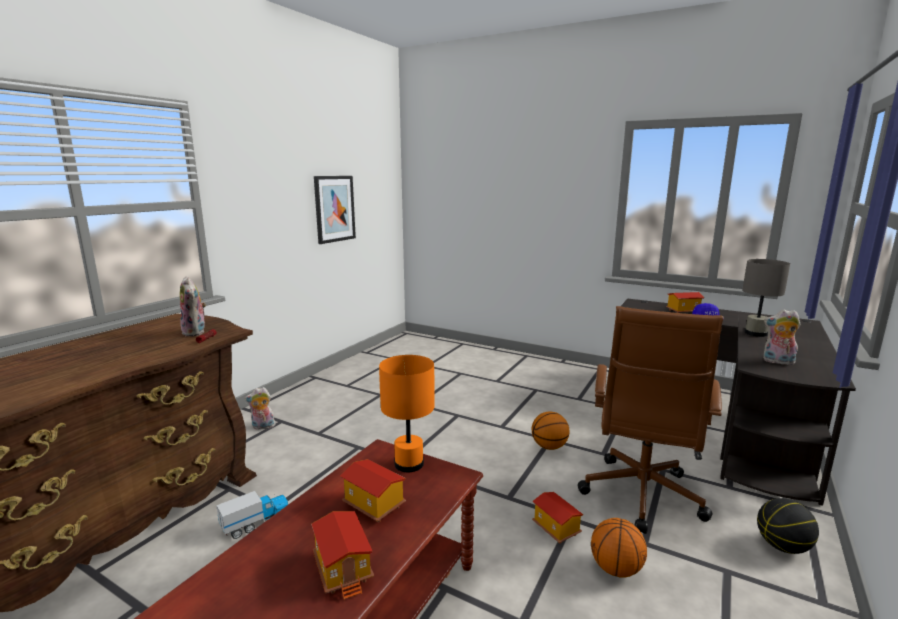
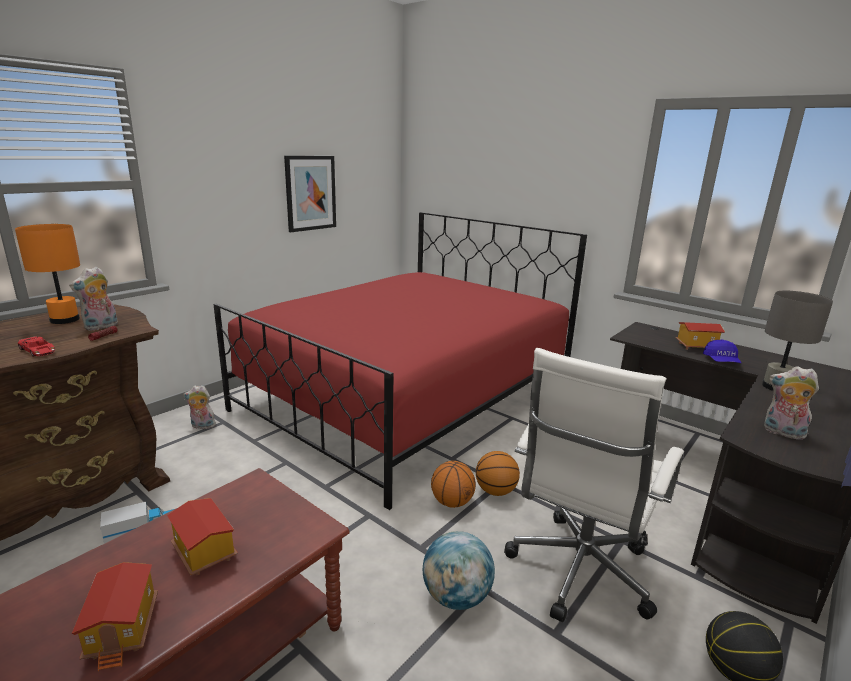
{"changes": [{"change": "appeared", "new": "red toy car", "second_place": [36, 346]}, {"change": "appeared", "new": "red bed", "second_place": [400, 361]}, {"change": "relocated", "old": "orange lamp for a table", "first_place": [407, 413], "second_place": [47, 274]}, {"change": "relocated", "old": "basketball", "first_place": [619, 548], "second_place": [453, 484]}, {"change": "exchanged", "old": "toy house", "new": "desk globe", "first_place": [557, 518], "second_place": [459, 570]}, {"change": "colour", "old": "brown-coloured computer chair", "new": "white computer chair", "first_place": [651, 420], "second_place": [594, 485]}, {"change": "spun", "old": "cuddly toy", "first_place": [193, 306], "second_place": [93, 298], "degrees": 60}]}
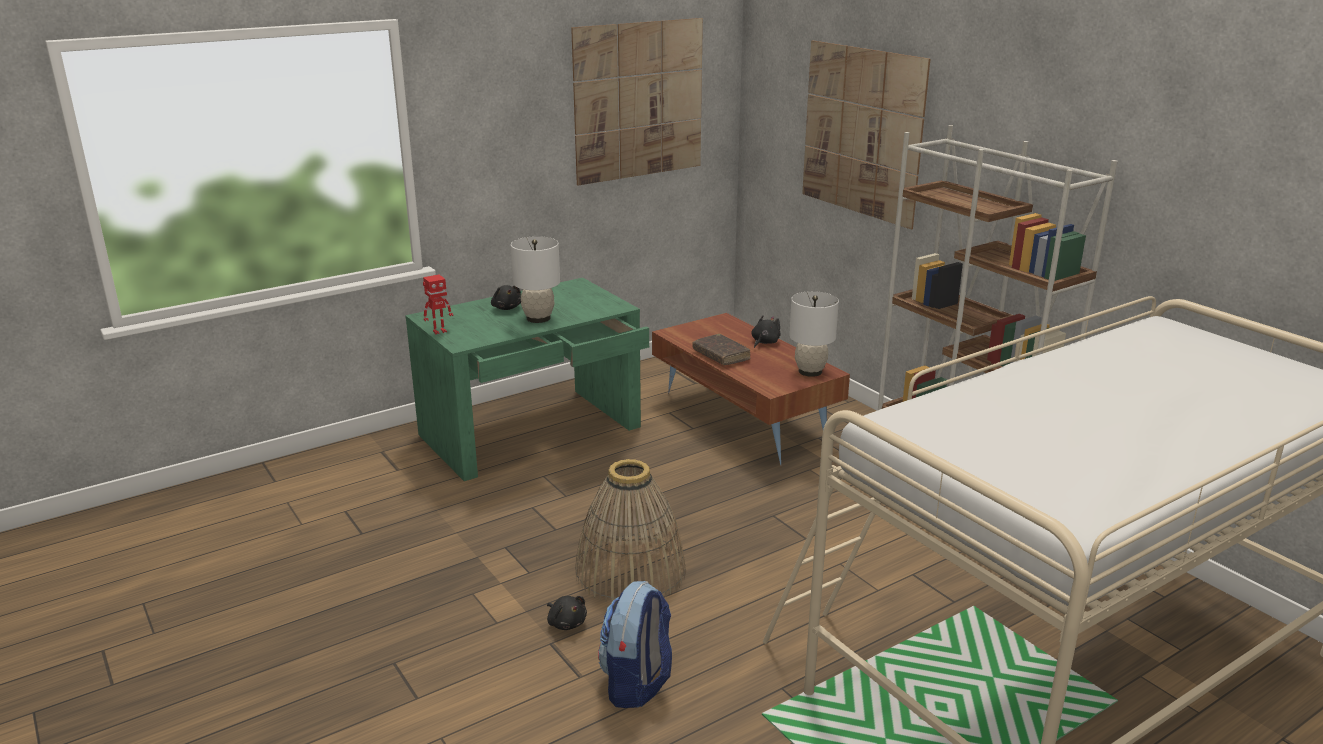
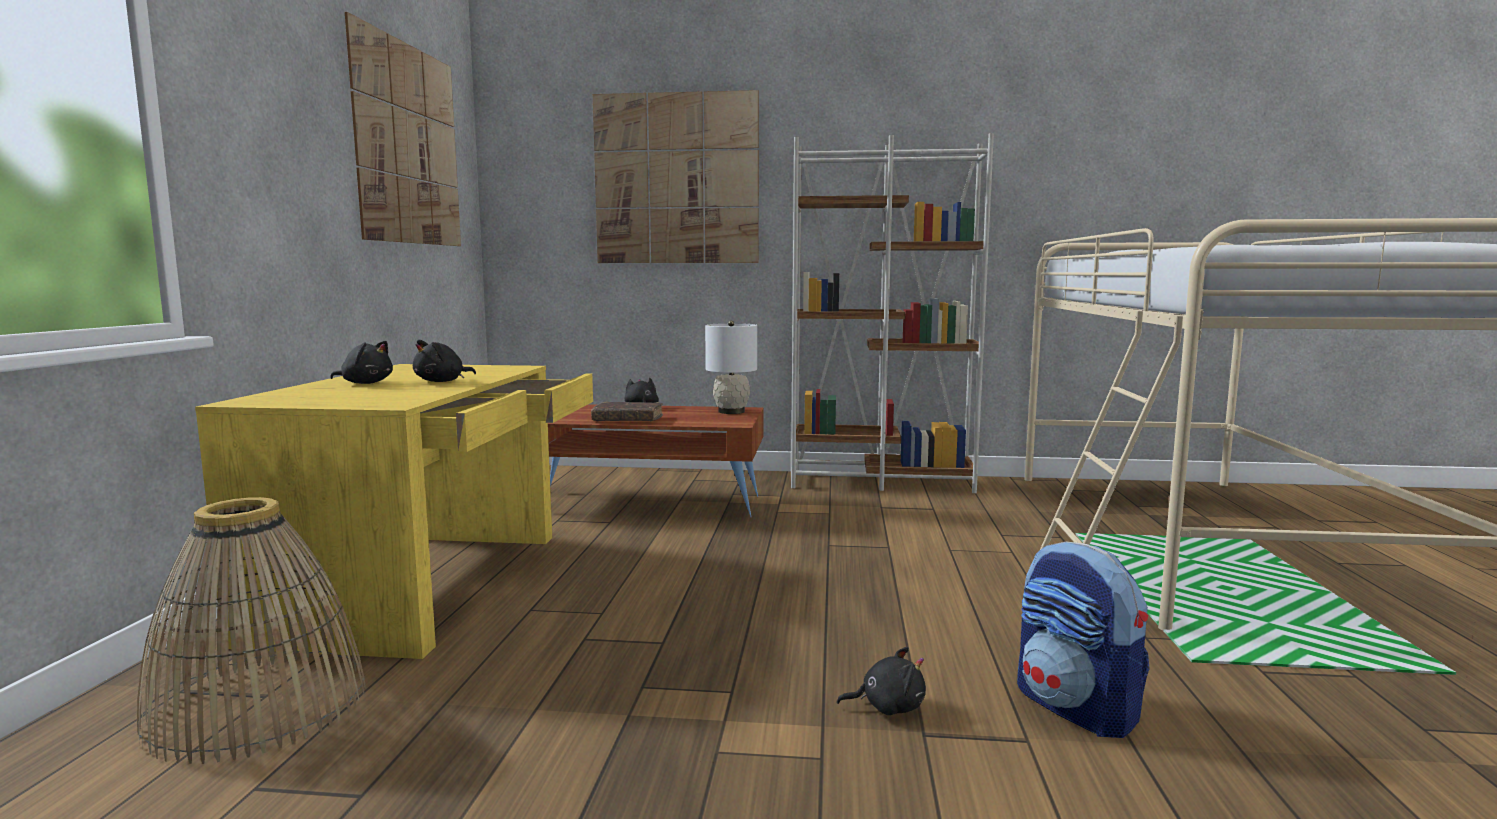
{"changes": [{"change": "missing", "old": "model robot", "first_place": [438, 304]}, {"change": "relocated", "old": "household basket", "first_place": [630, 530], "second_place": [251, 630]}, {"change": "exchanged", "old": "white lamp for a table", "new": "black cuddly toy", "first_place": [535, 279], "second_place": [444, 361]}, {"change": "colour", "old": "green desk table", "new": "yellow-coloured desk table", "first_place": [527, 379], "second_place": [394, 511]}]}
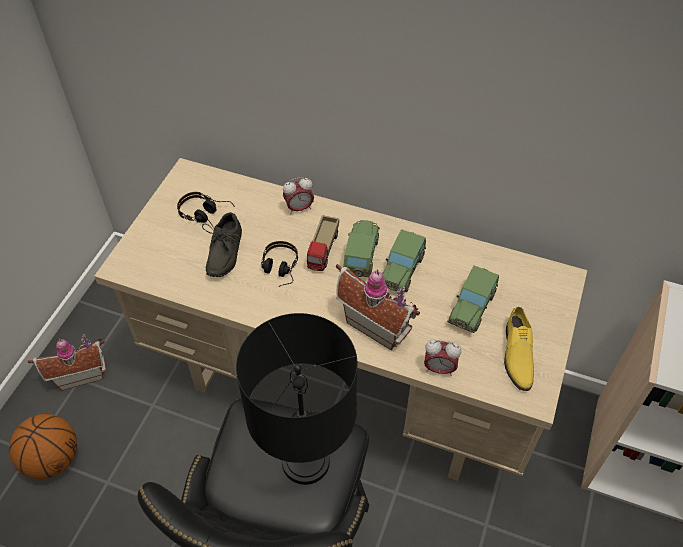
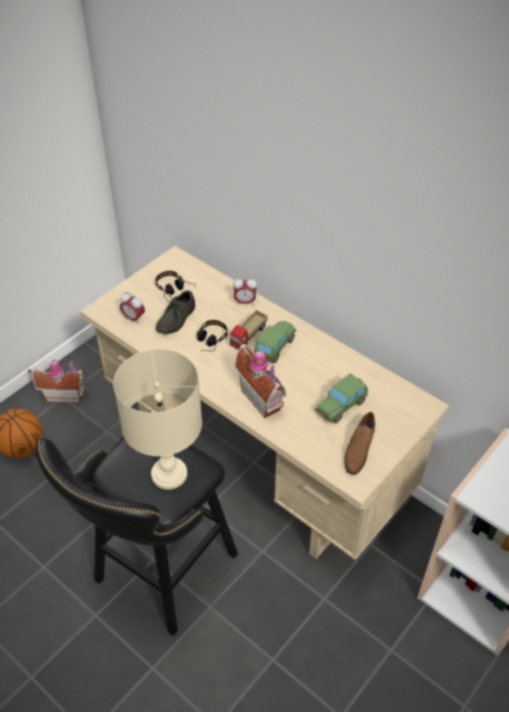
{"changes": [{"change": "missing", "old": "toy car", "first_place": [404, 261]}, {"change": "relocated", "old": "bedside clock", "first_place": [442, 358], "second_place": [132, 308]}, {"change": "colour", "old": "black lamp for a table", "new": "beige-coloured lamp for a table", "first_place": [297, 399], "second_place": [157, 419]}, {"change": "colour", "old": "yellow-coloured item of footwear", "new": "brown-coloured item of footwear", "first_place": [519, 349], "second_place": [359, 443]}]}
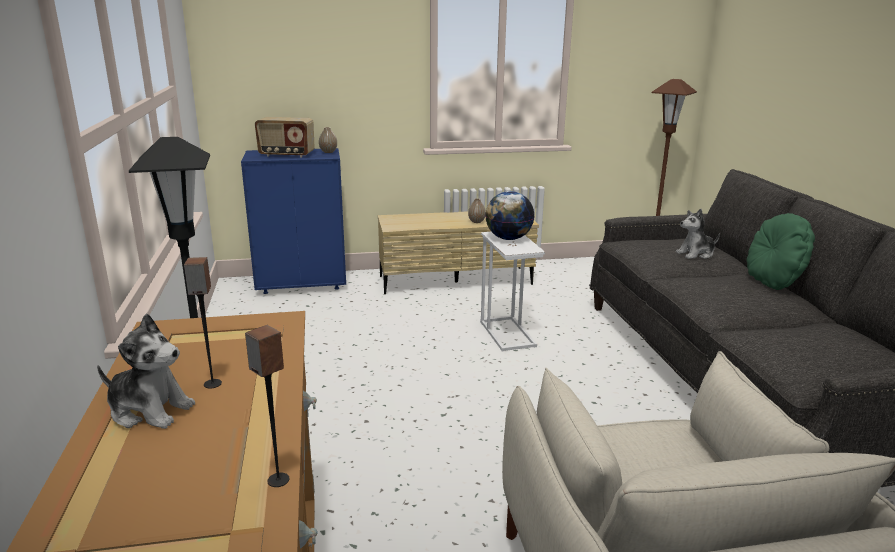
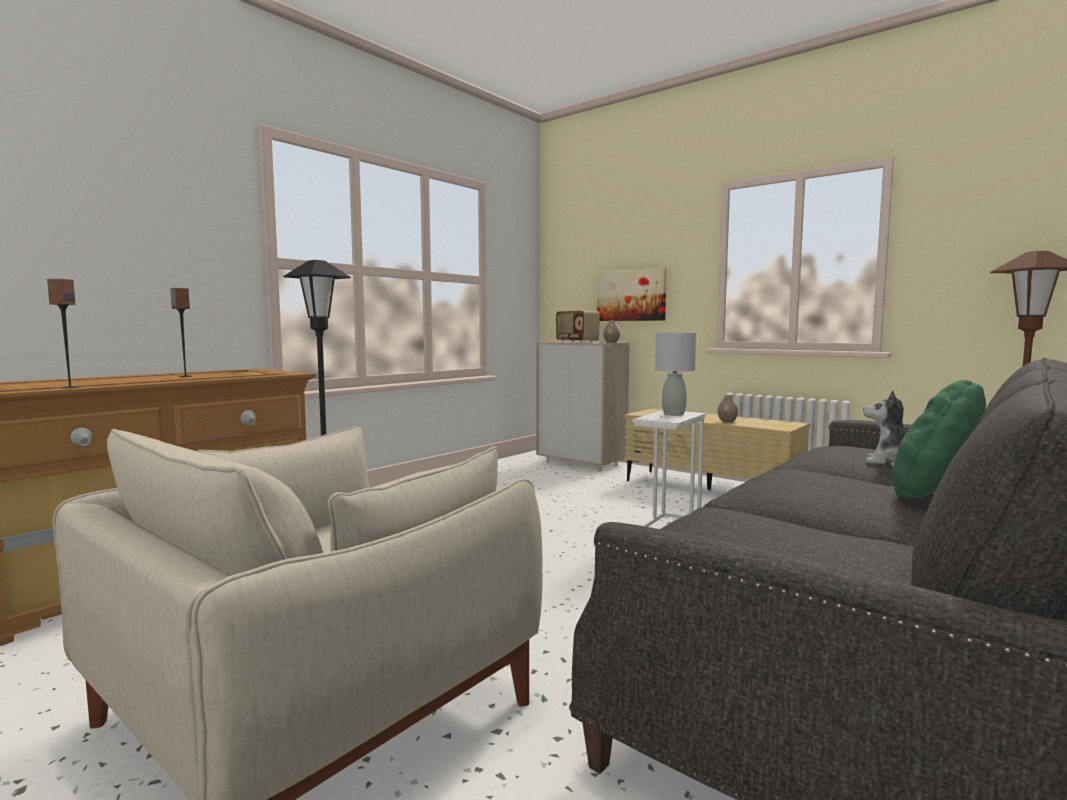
{"changes": [{"change": "missing", "old": "cuddly toy", "first_place": [146, 371]}, {"change": "appeared", "new": "wall picture", "second_place": [632, 294]}, {"change": "exchanged", "old": "desk globe", "new": "grey lamp for a table", "first_place": [510, 215], "second_place": [675, 374]}, {"change": "colour", "old": "bluish cupboard", "new": "beige-coloured cupboard", "first_place": [293, 221], "second_place": [583, 406]}]}
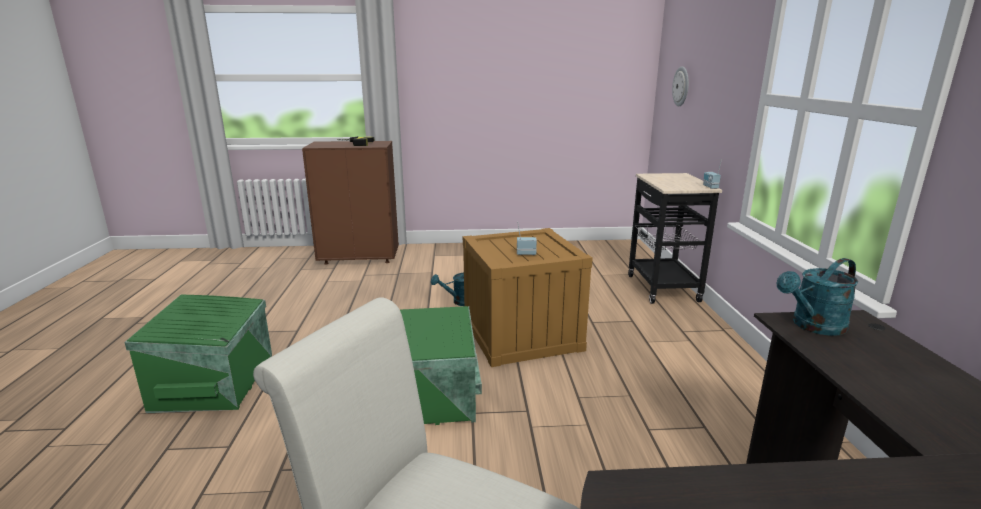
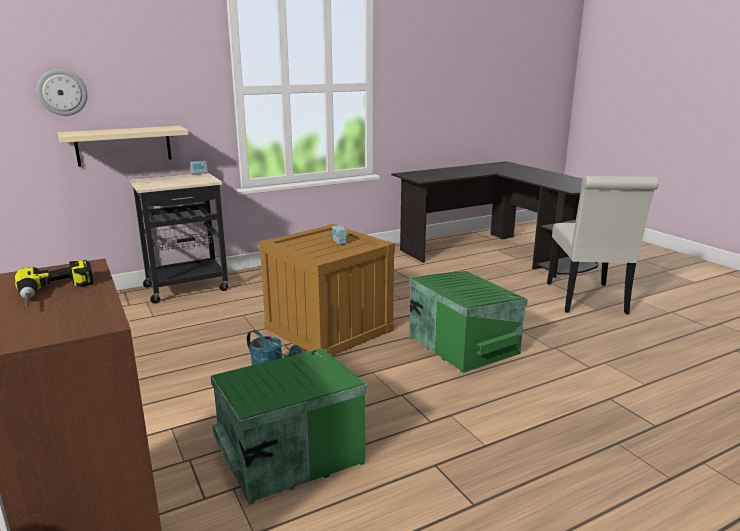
{"changes": [{"change": "missing", "old": "turquoise watering pot", "first_place": [817, 297]}, {"change": "appeared", "new": "beige-coloured wall shelf", "second_place": [123, 146]}, {"change": "relocated", "old": "green storage box", "first_place": [198, 353], "second_place": [289, 426]}]}
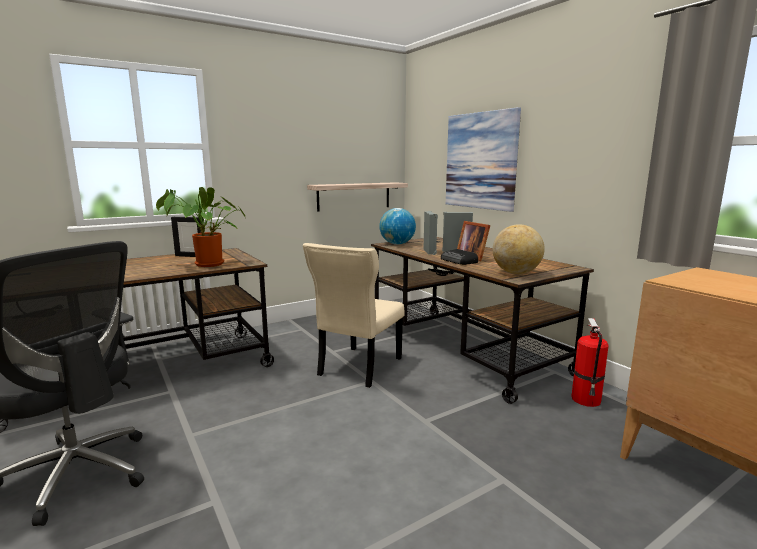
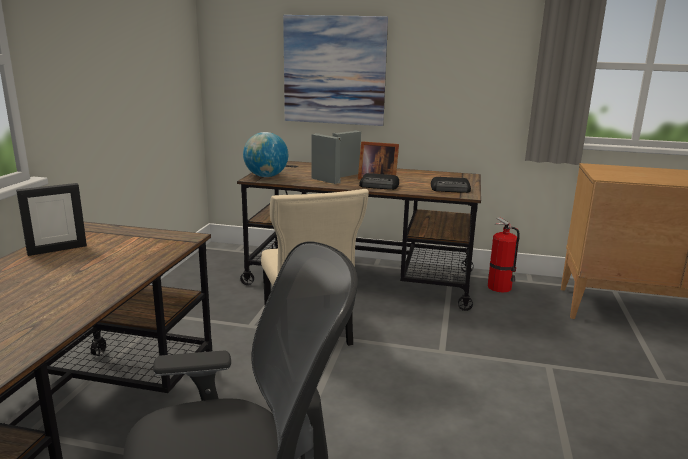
{"changes": [{"change": "missing", "old": "potted plant", "first_place": [200, 227]}, {"change": "missing", "old": "wall shelf", "first_place": [357, 197]}, {"change": "exchanged", "old": "desk globe", "new": "radio receiver", "first_place": [519, 249], "second_place": [451, 185]}]}
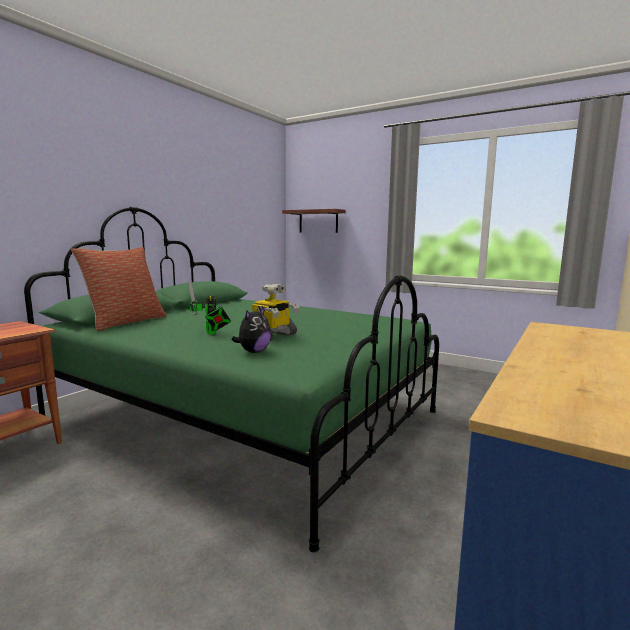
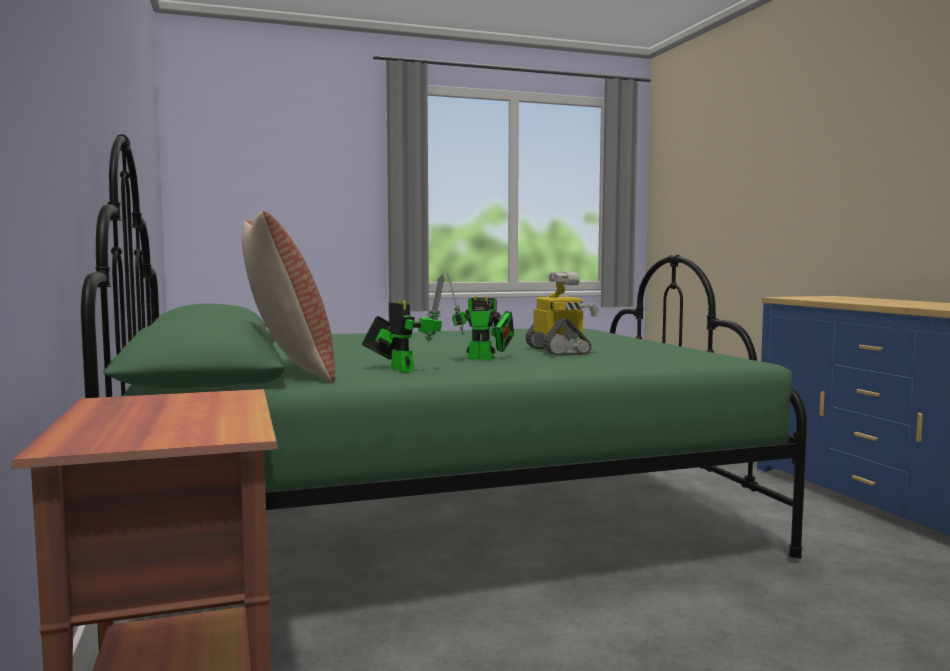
{"changes": [{"change": "missing", "old": "cuddly toy", "first_place": [252, 330]}, {"change": "missing", "old": "wall shelf", "first_place": [313, 221]}, {"change": "appeared", "new": "model robot", "second_place": [403, 323]}]}
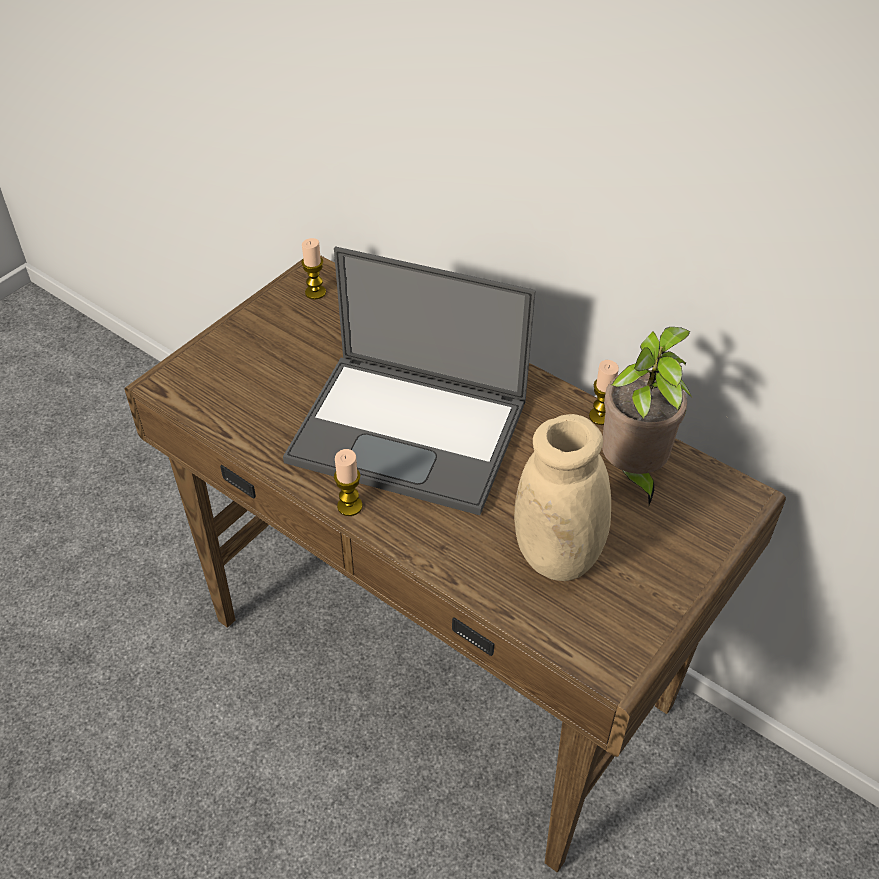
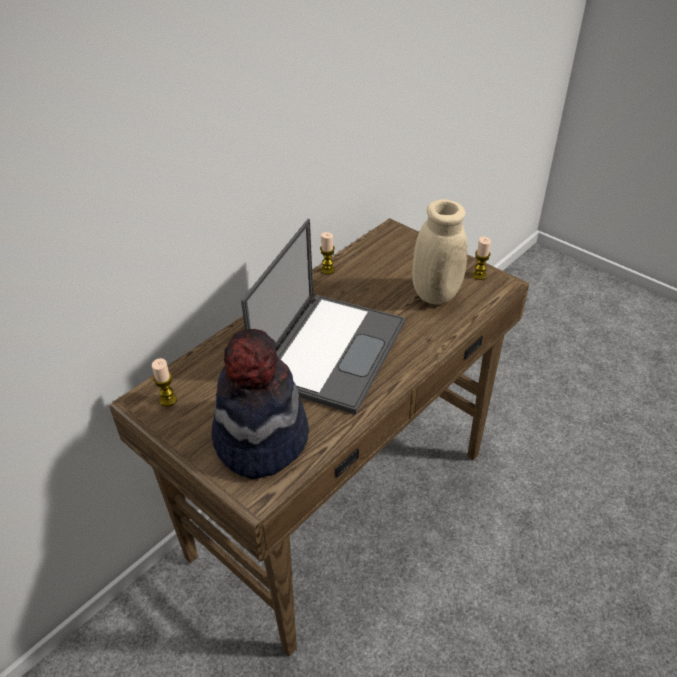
{"changes": [{"change": "missing", "old": "potted plant", "first_place": [647, 416]}, {"change": "appeared", "new": "hat", "second_place": [260, 404]}, {"change": "relocated", "old": "candle", "first_place": [348, 482], "second_place": [481, 258]}]}
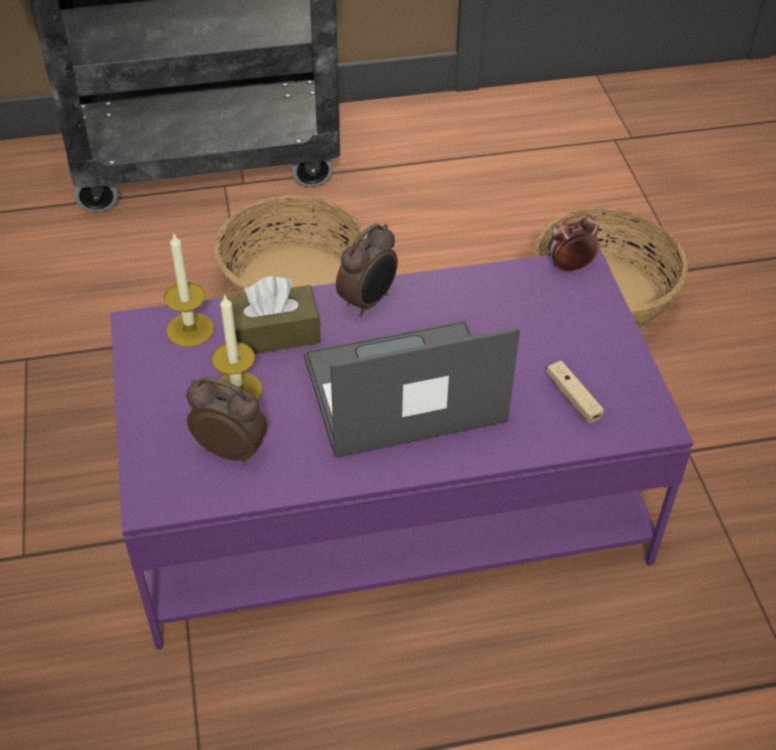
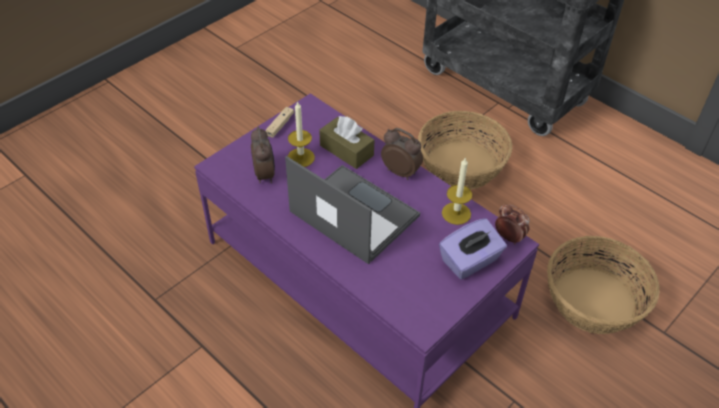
{"changes": [{"change": "appeared", "new": "purplish box of tissues", "second_place": [473, 249]}, {"change": "relocated", "old": "candle", "first_place": [189, 289], "second_place": [457, 191]}, {"change": "relocated", "old": "beige-coloured joypad", "first_place": [575, 392], "second_place": [280, 122]}, {"change": "spun", "old": "bedside clock", "first_place": [367, 269], "second_place": [402, 154], "degrees": -150}]}
